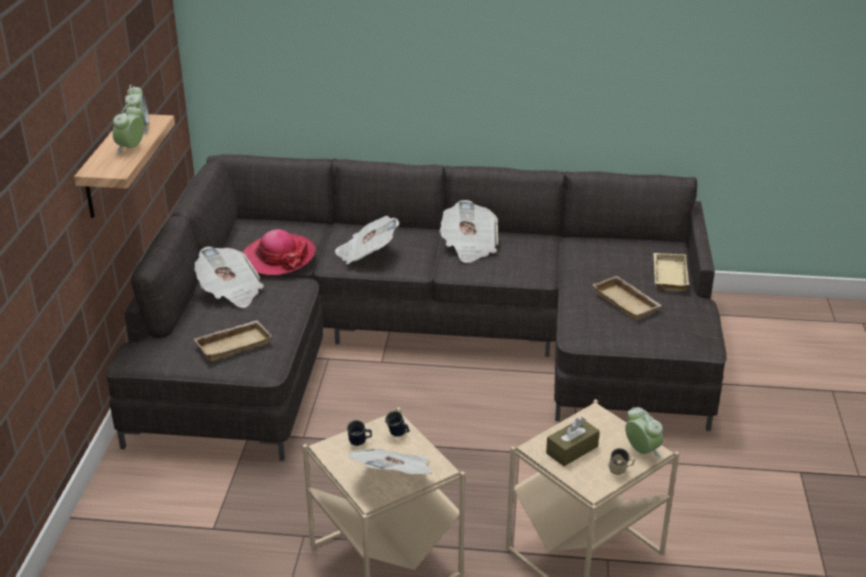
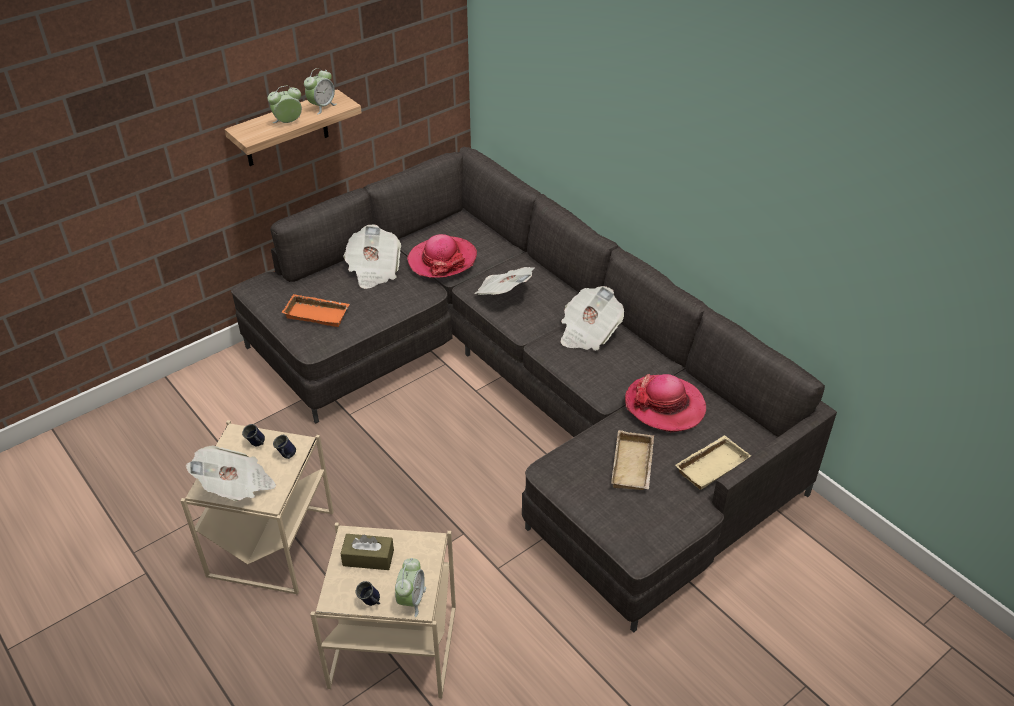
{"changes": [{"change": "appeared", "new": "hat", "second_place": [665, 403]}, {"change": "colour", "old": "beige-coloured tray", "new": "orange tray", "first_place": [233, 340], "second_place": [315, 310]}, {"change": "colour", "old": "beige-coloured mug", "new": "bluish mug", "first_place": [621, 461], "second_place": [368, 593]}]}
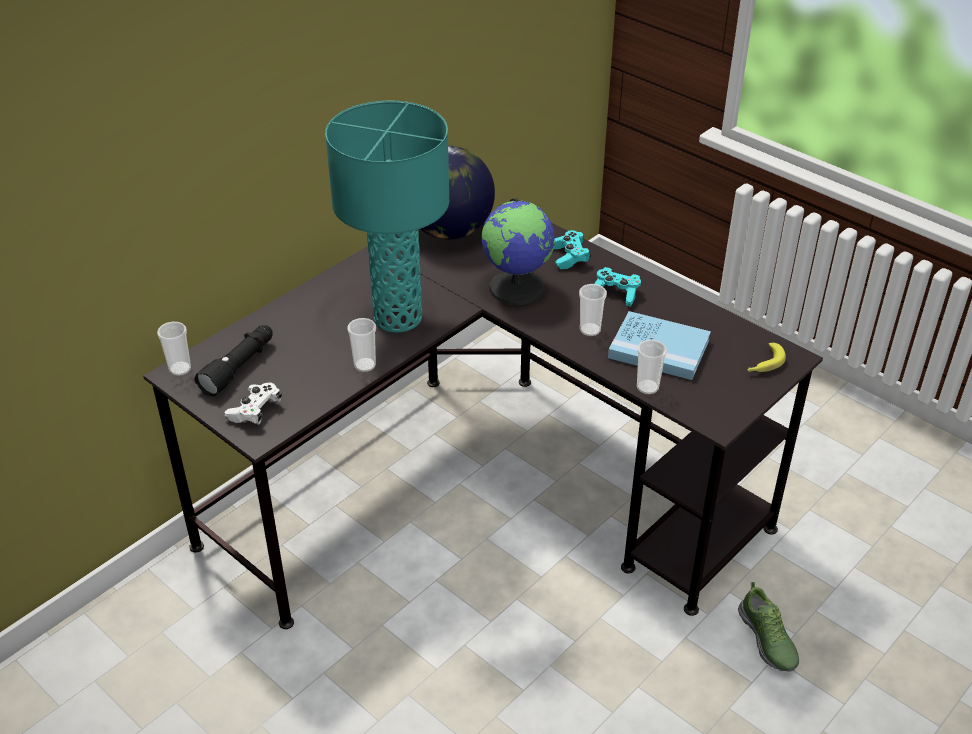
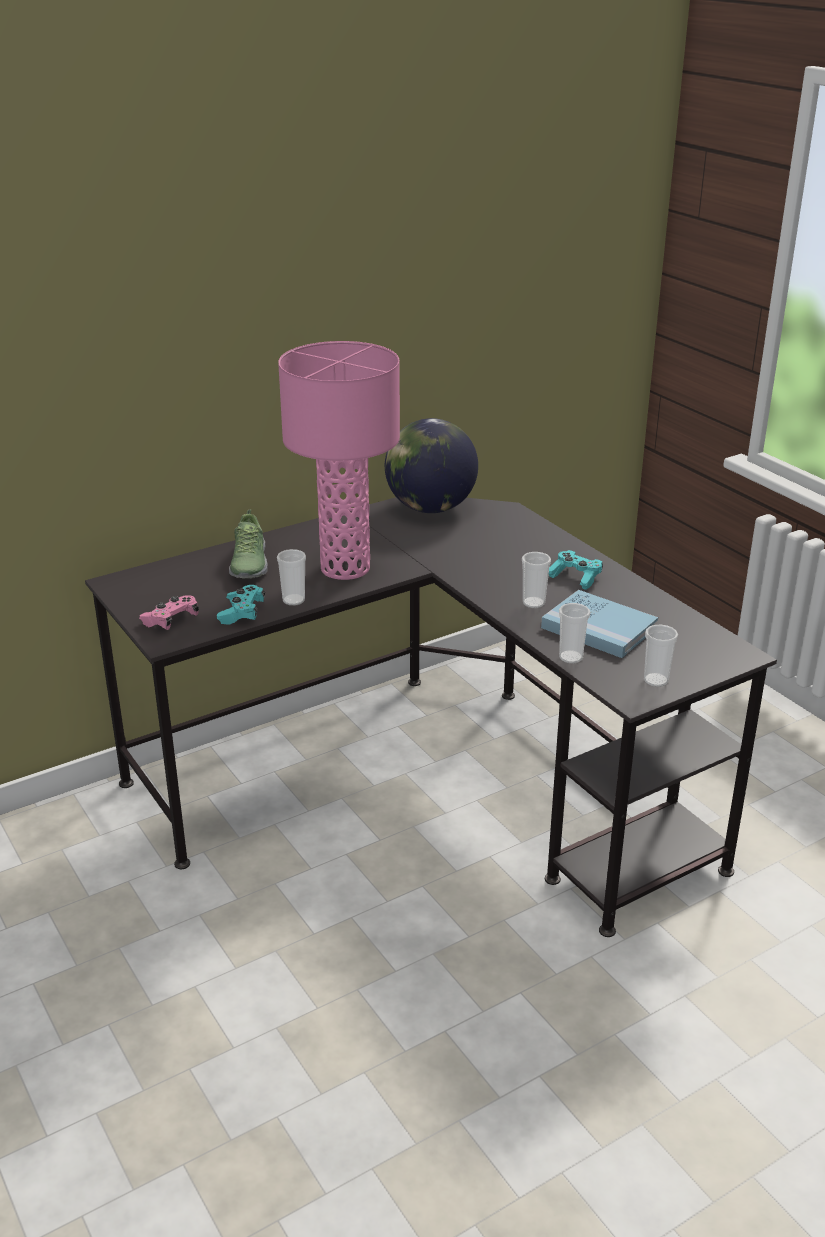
{"changes": [{"change": "missing", "old": "black flashlight", "first_place": [233, 361]}, {"change": "missing", "old": "desk globe", "first_place": [519, 251]}, {"change": "missing", "old": "whole banana", "first_place": [766, 357]}, {"change": "relocated", "old": "drinking cup", "first_place": [174, 349], "second_place": [661, 656]}, {"change": "relocated", "old": "turquoise joypad", "first_place": [572, 249], "second_place": [241, 605]}, {"change": "relocated", "old": "item of footwear", "first_place": [768, 627], "second_place": [248, 544]}, {"change": "colour", "old": "white joypad", "new": "pink-coloured joypad", "first_place": [253, 403], "second_place": [169, 612]}, {"change": "colour", "old": "turquoise lamp for a table", "new": "pink-coloured lamp for a table", "first_place": [387, 216], "second_place": [339, 460]}]}
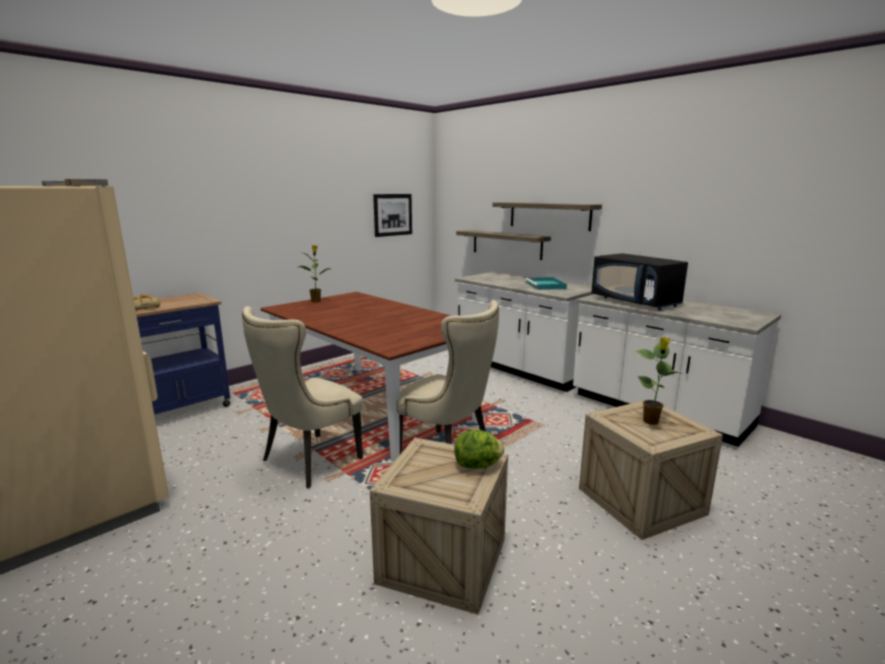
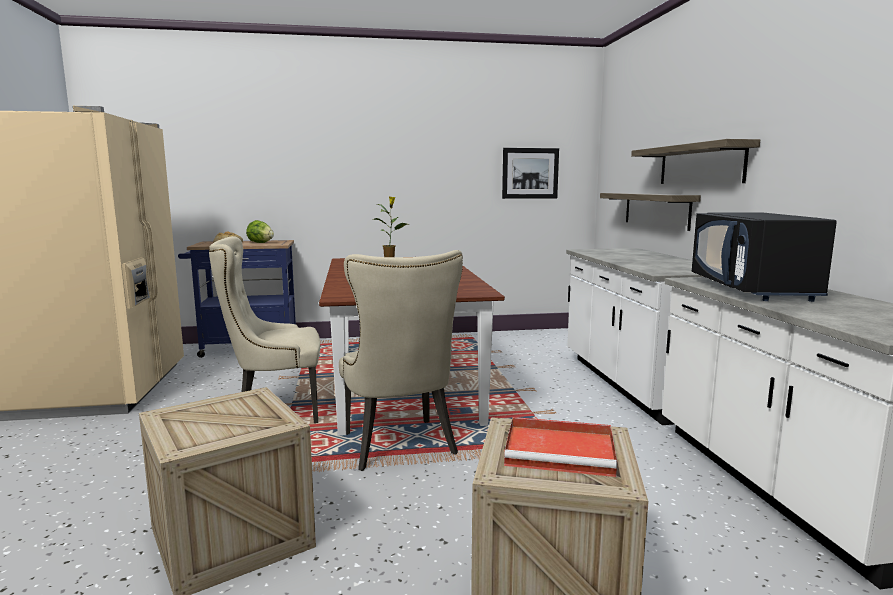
{"changes": [{"change": "missing", "old": "turquoise tray", "first_place": [546, 283]}, {"change": "relocated", "old": "lettuce", "first_place": [479, 449], "second_place": [260, 231]}, {"change": "exchanged", "old": "potted plant", "new": "red tray", "first_place": [658, 381], "second_place": [560, 447]}]}
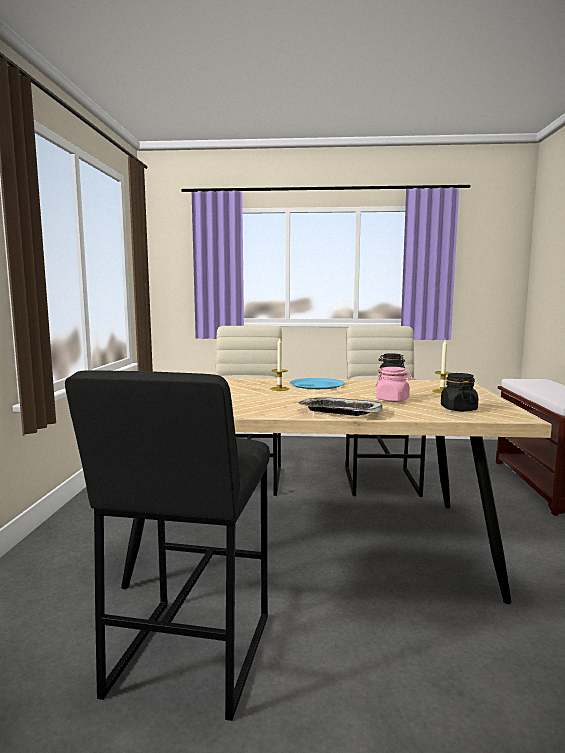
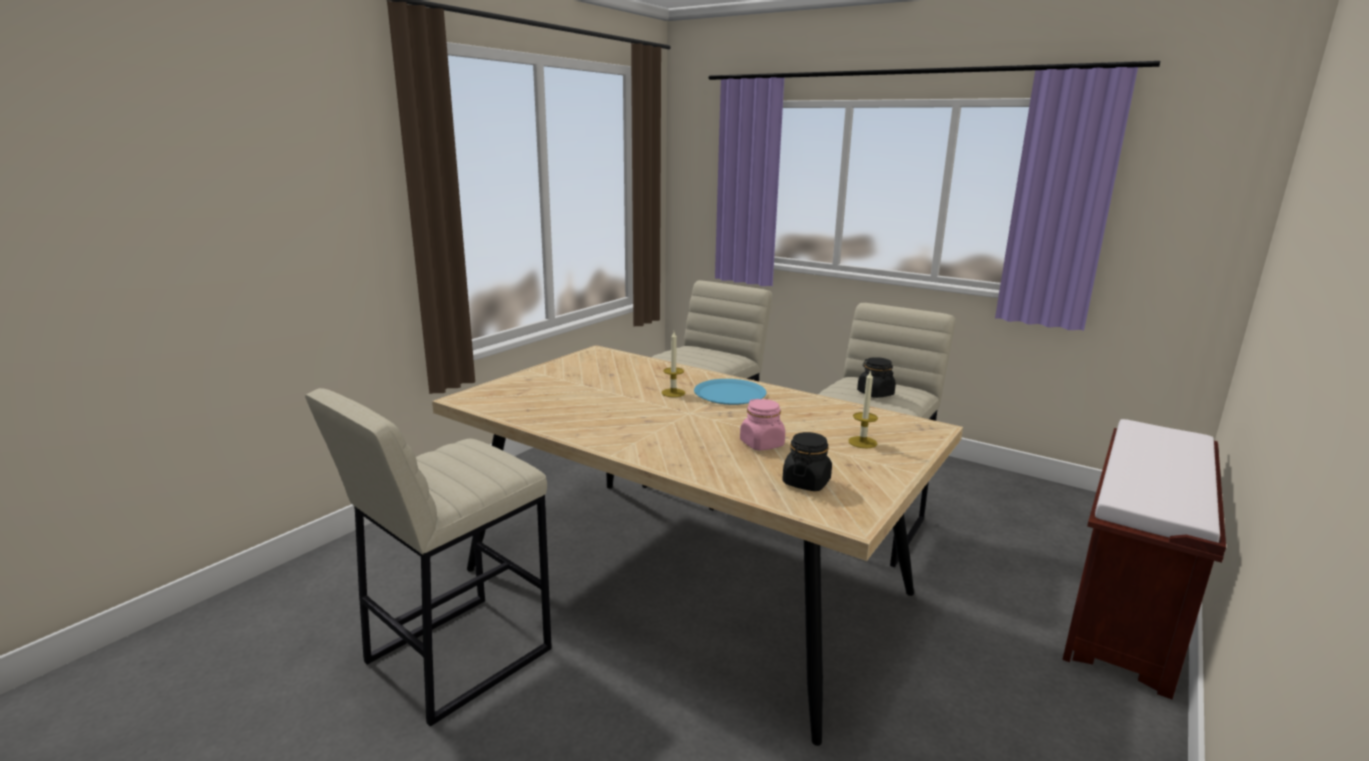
{"changes": [{"change": "missing", "old": "tray", "first_place": [340, 406]}, {"change": "colour", "old": "black sitting stool", "new": "beige-coloured sitting stool", "first_place": [167, 545], "second_place": [428, 557]}]}
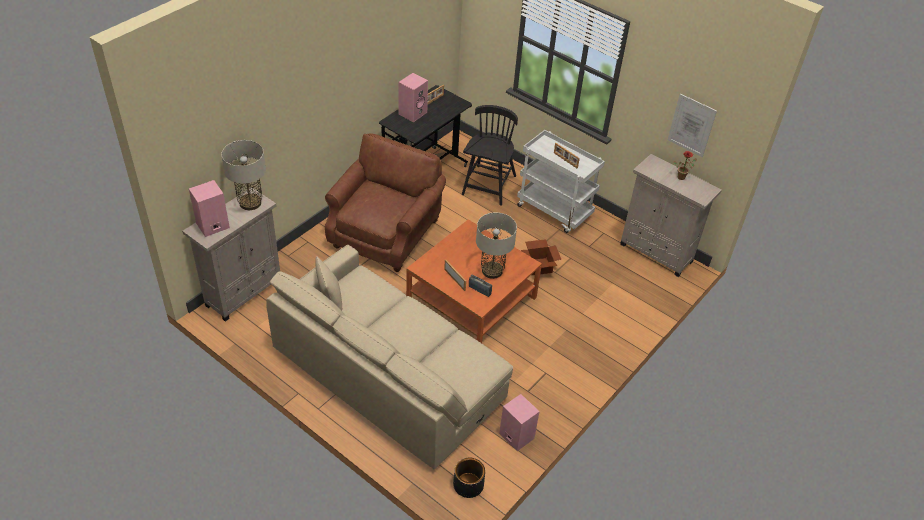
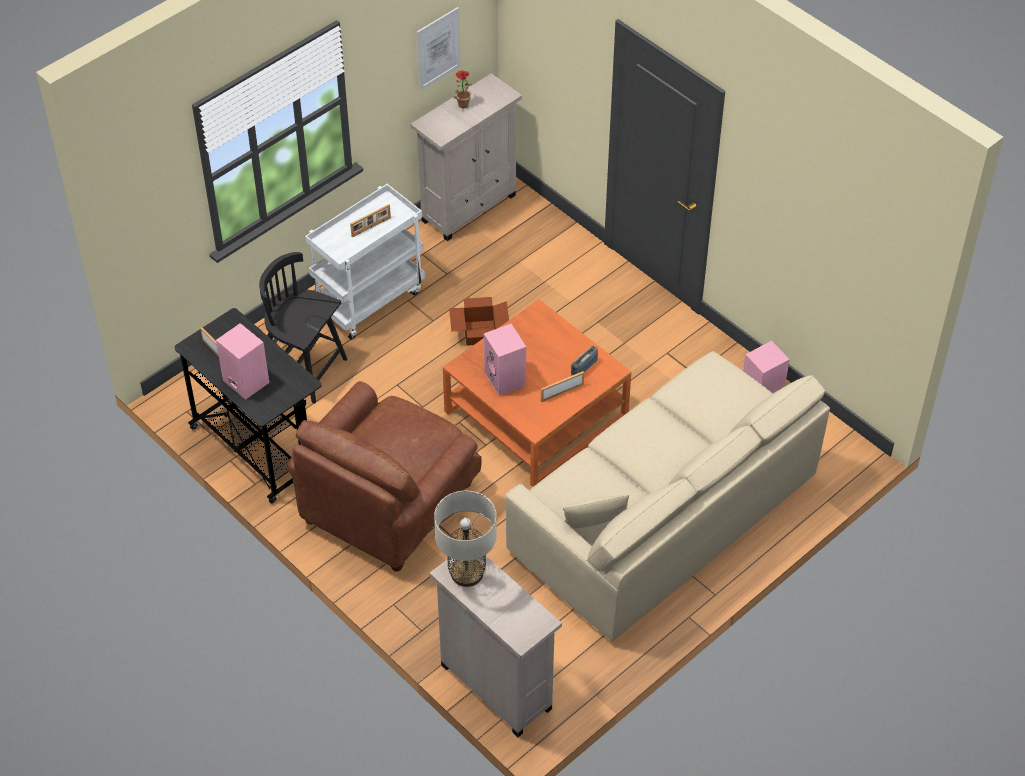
{"changes": [{"change": "missing", "old": "black flower pot", "first_place": [469, 478]}, {"change": "missing", "old": "lamp for a table", "first_place": [496, 245]}, {"change": "relocated", "old": "pink-coloured speaker", "first_place": [209, 208], "second_place": [505, 360]}, {"change": "spun", "old": "brown-coloured easy chair", "first_place": [385, 202], "second_place": [385, 476], "degrees": -90}]}
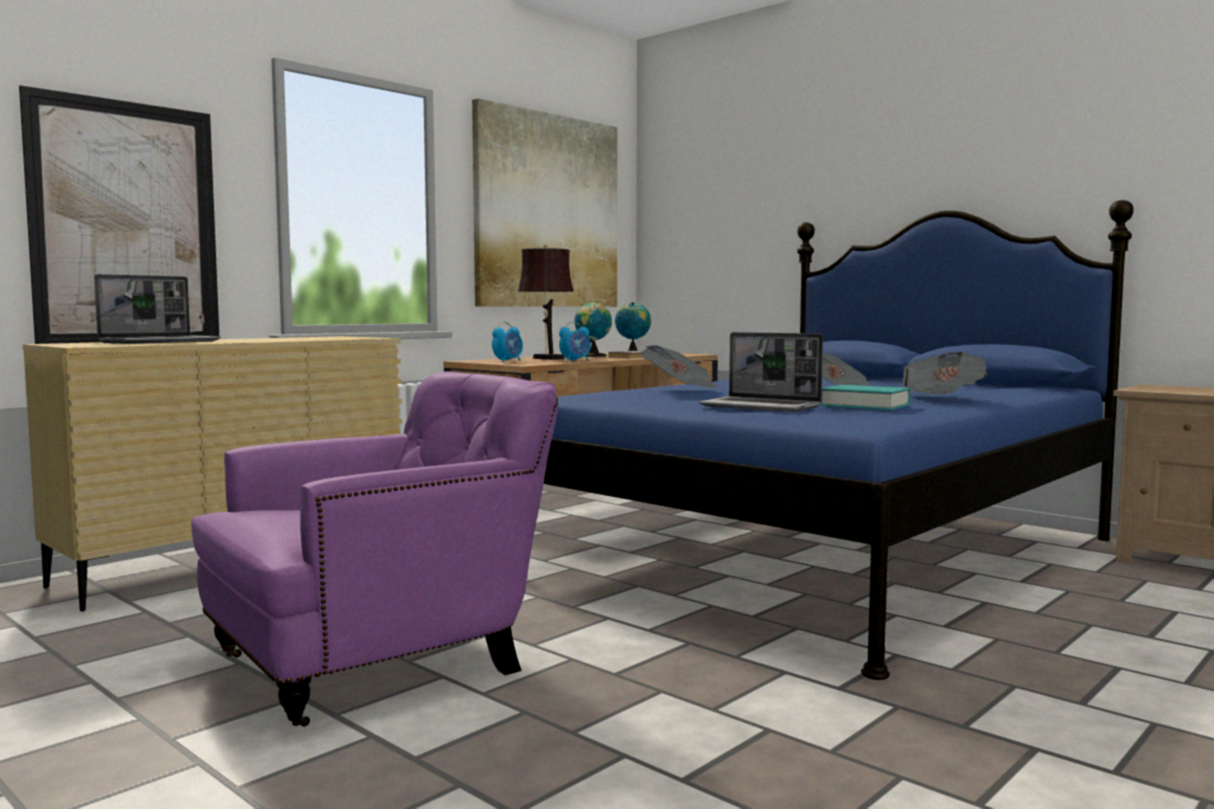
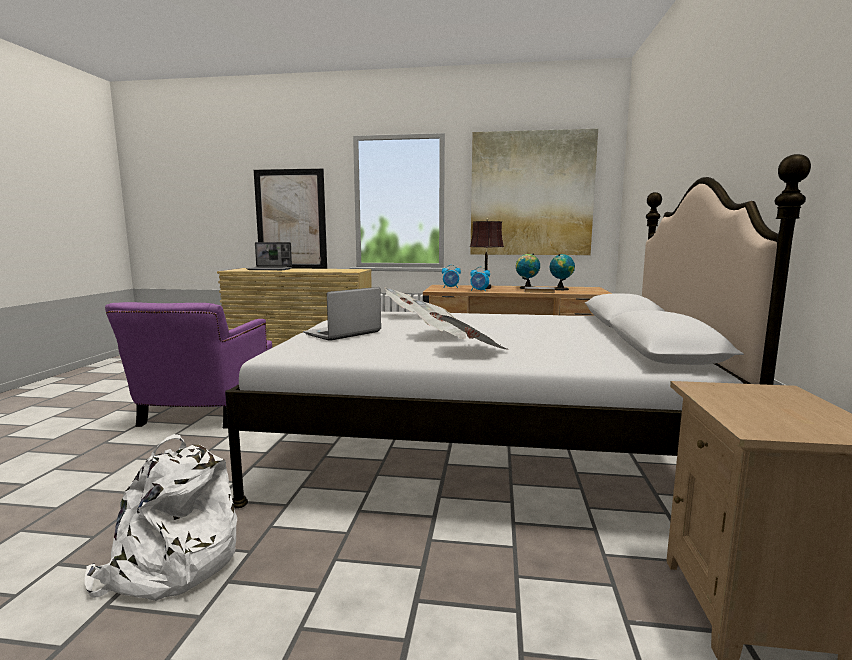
{"changes": [{"change": "missing", "old": "turquoise book", "first_place": [865, 397]}, {"change": "appeared", "new": "white rucksack", "second_place": [161, 517]}, {"change": "colour", "old": "bluish bed", "new": "white bed", "first_place": [839, 440], "second_place": [518, 331]}, {"change": "spun", "old": "purplish easy chair", "first_place": [374, 548], "second_place": [188, 365], "degrees": 75}, {"change": "spun", "old": "portable computer", "first_place": [761, 372], "second_place": [342, 314], "degrees": 45}]}
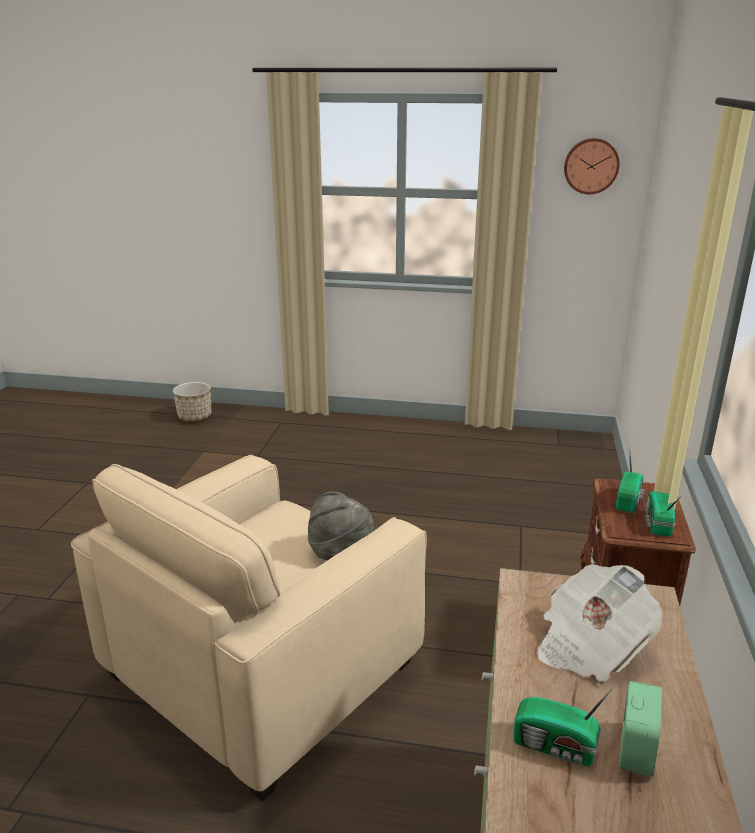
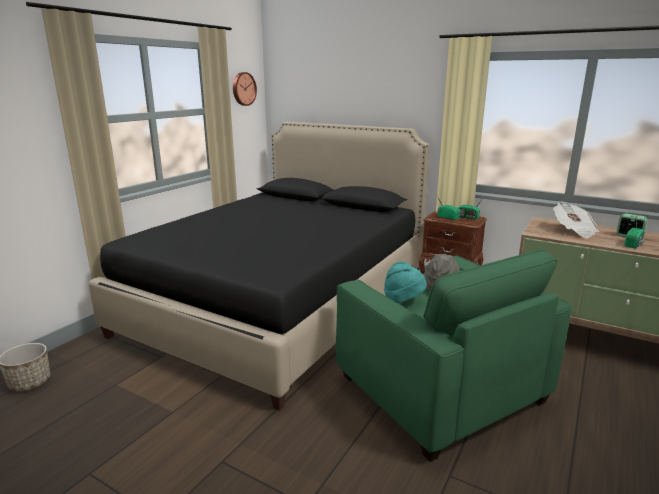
{"changes": [{"change": "appeared", "new": "black bed", "second_place": [259, 266]}, {"change": "appeared", "new": "turquoise hat", "second_place": [405, 283]}, {"change": "colour", "old": "beige-coloured easy chair", "new": "green easy chair", "first_place": [249, 628], "second_place": [454, 356]}]}
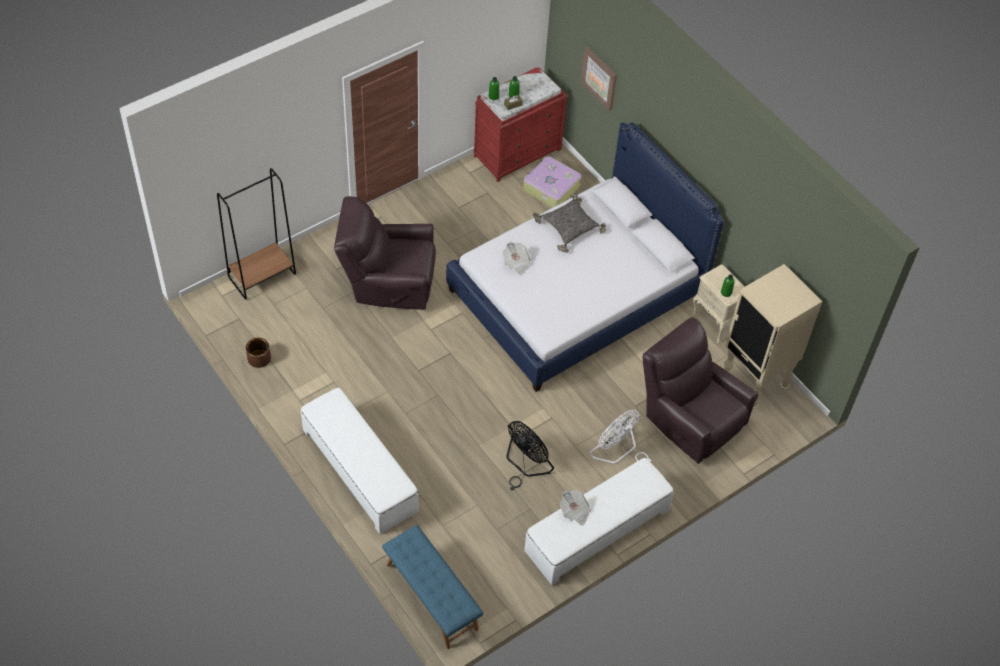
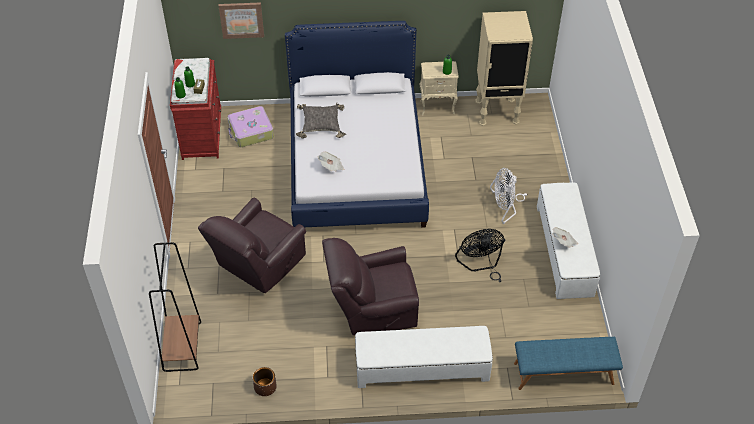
{"changes": [{"change": "relocated", "old": "brown-coloured easy chair", "first_place": [700, 390], "second_place": [370, 286]}]}
